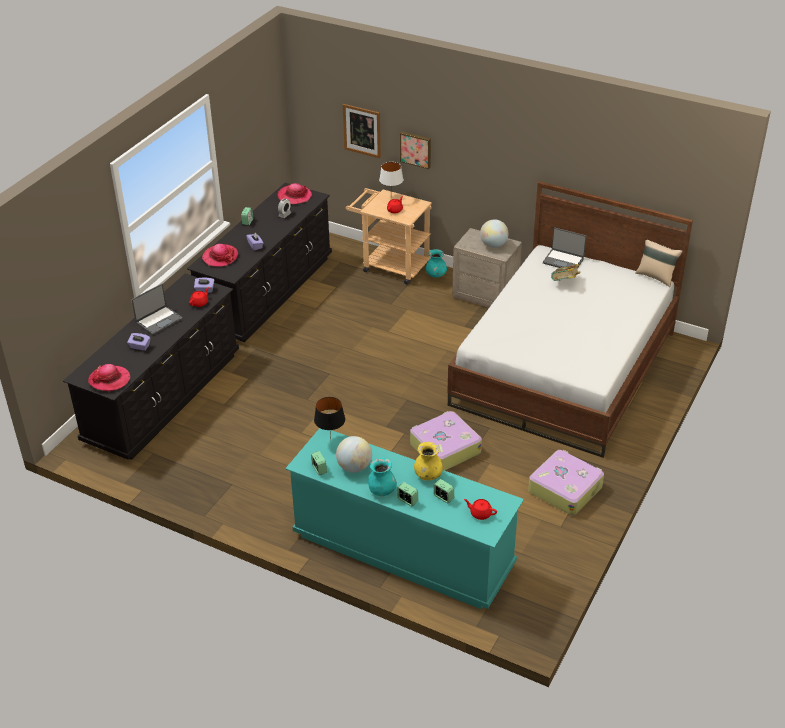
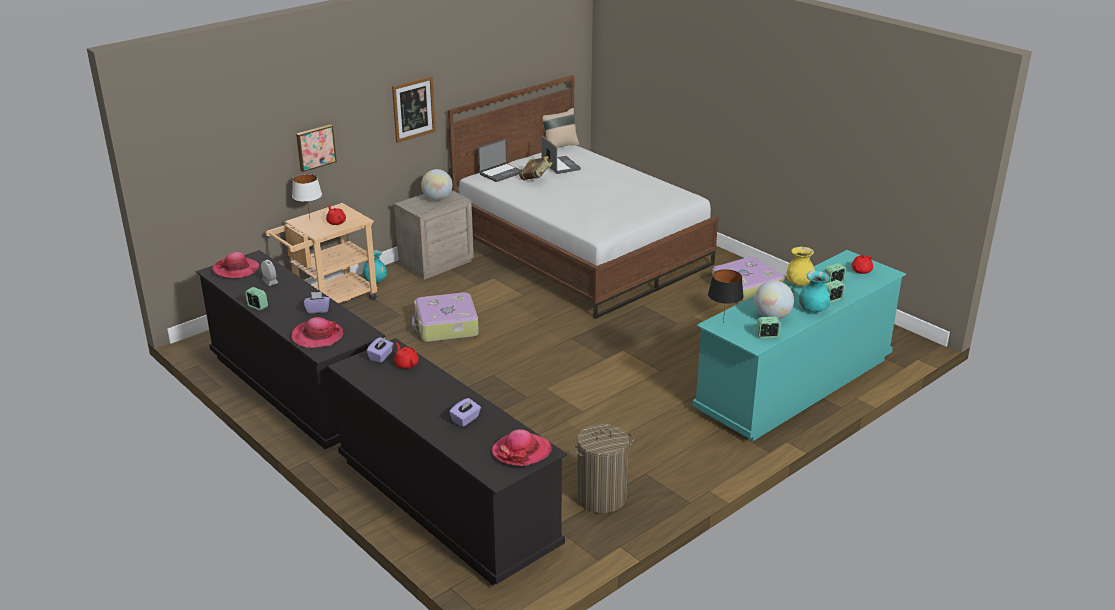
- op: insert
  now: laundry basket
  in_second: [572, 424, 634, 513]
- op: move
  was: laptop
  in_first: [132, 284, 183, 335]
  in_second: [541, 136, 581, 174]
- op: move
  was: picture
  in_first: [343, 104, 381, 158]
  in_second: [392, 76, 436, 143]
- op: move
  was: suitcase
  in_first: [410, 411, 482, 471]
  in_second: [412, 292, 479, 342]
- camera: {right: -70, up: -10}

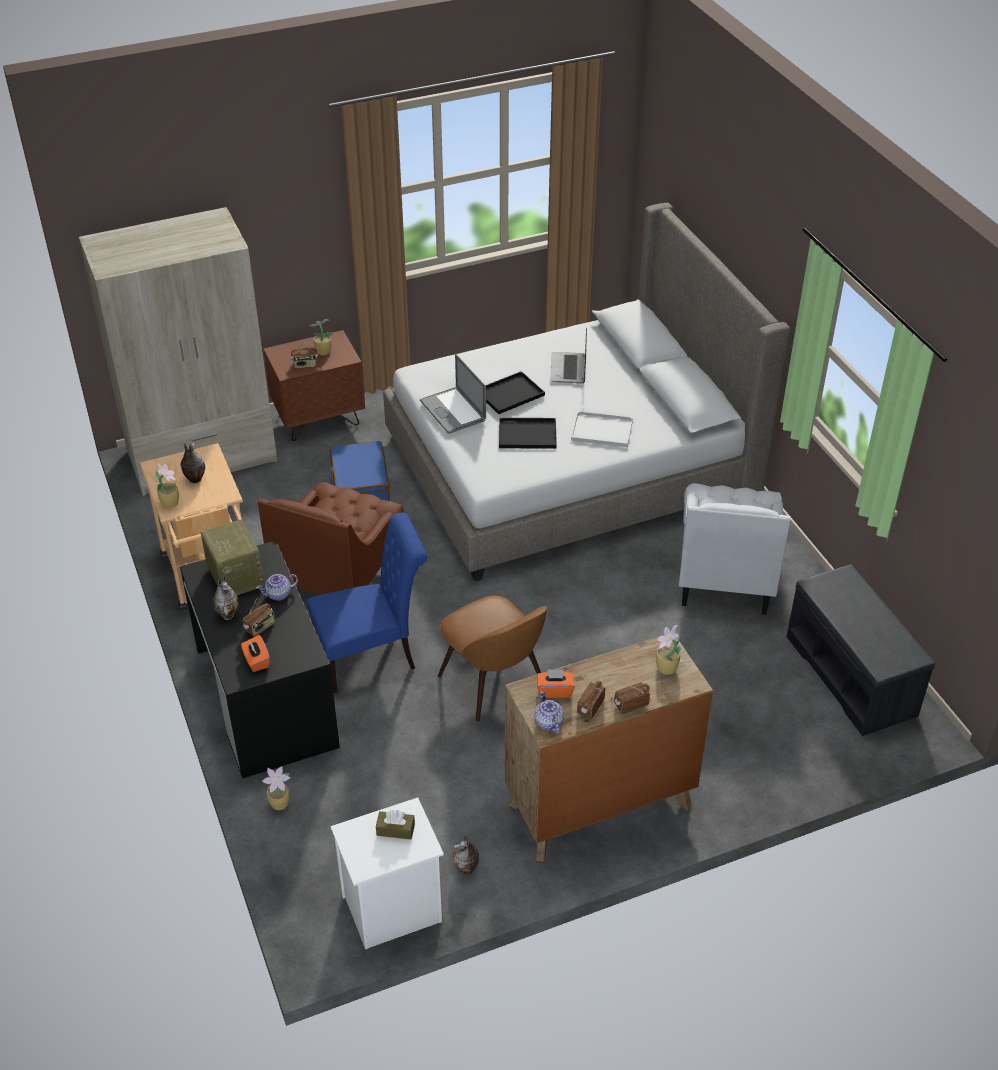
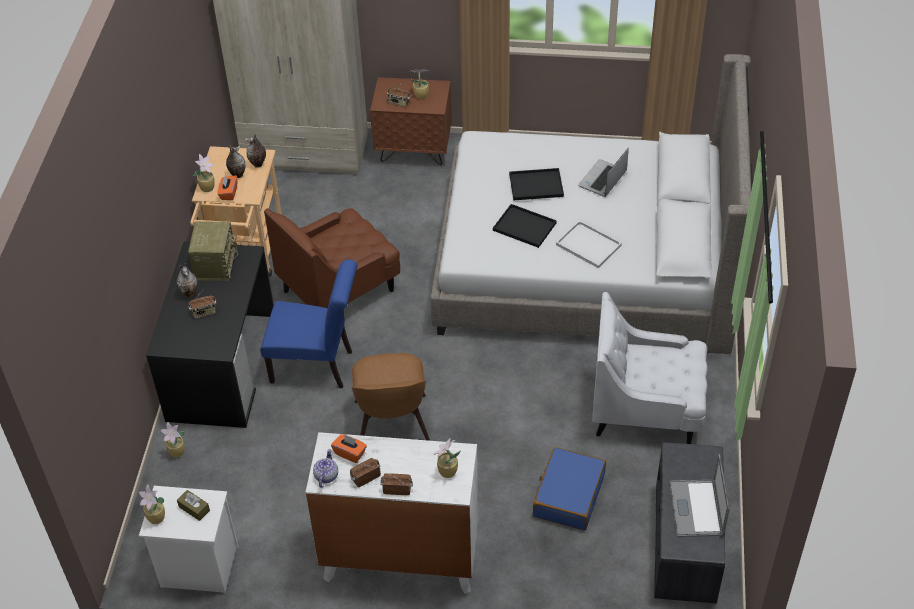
- op: delete
  was: teapot
  in_first: [256, 574, 298, 601]
- op: insert
  now: potted plant
  in_second: [139, 485, 165, 524]
- op: move
  was: tissue box (orange)
  in_first: [241, 635, 270, 672]
  in_second: [217, 175, 237, 200]
- op: move
  was: suitcase (blue)
  in_first: [329, 441, 390, 501]
  in_second: [533, 447, 606, 530]
- op: move
  was: laptop
  in_first: [420, 354, 486, 434]
  in_second: [669, 454, 729, 537]
- op: move
  was: vase
  in_first: [453, 835, 479, 875]
  in_second: [245, 133, 266, 168]
- op: recolor
  was: dresser (brown)
  now: dresser (white)
  in_first: [505, 635, 713, 862]
  in_second: [305, 432, 478, 594]
- op: rotate
  was: armchair (white)
  in_first: [679, 483, 791, 615]
  in_second: [592, 292, 707, 444]
  clockwise: 60
- camera: {right: 30, up: 5}

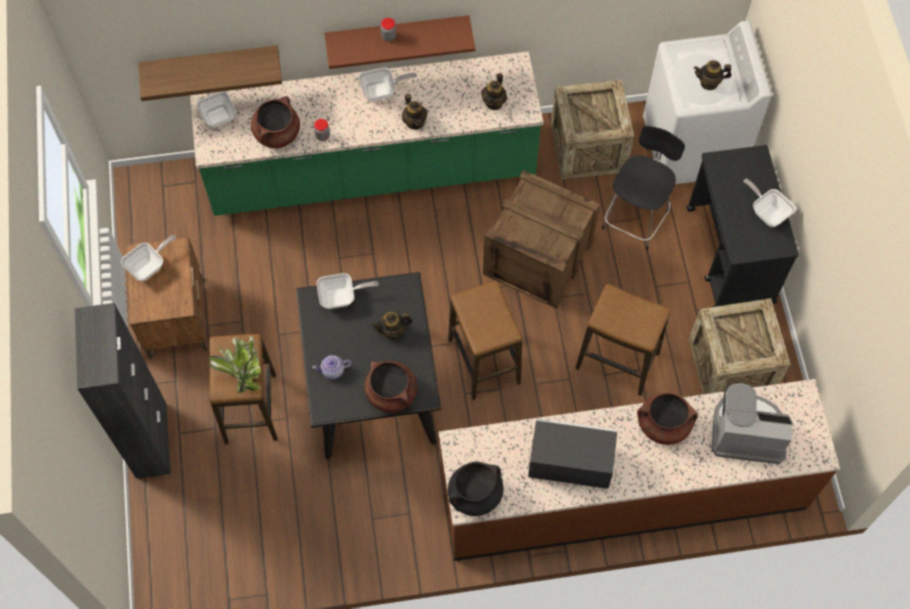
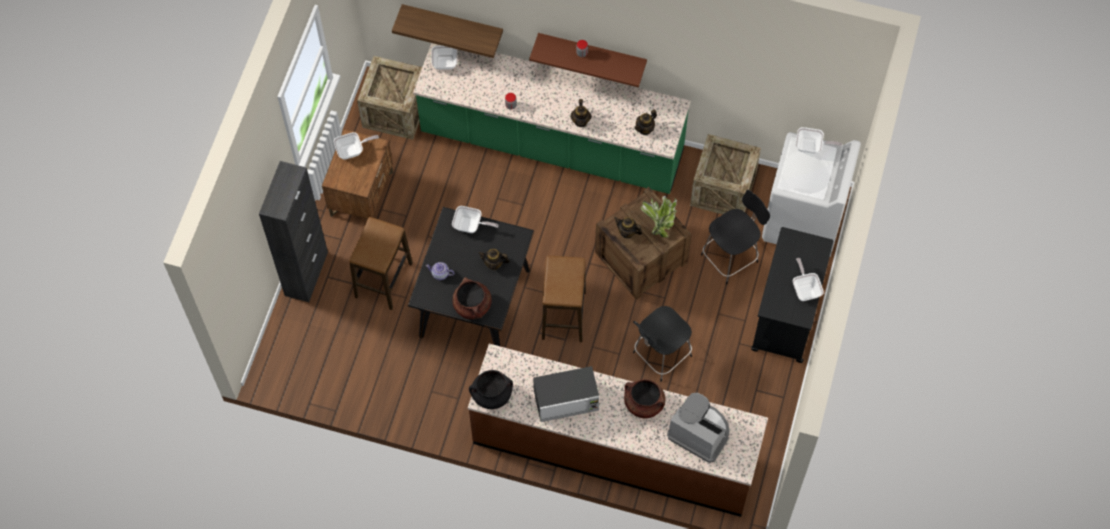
- op: delete
  was: cooking pot (brown)
  in_first: [251, 96, 300, 148]
- op: move
  was: potted plant
  in_first: [209, 336, 261, 393]
  in_second: [641, 196, 677, 238]
- op: move
  was: frying pan
  in_first: [359, 67, 417, 101]
  in_second: [796, 127, 842, 154]
- op: move
  was: crate
  in_first: [689, 298, 791, 394]
  in_second: [357, 56, 422, 140]
- op: move
  was: teapot
  in_first: [694, 60, 732, 90]
  in_second: [614, 217, 642, 239]
- op: replace
  was: stool
  now: chair (black)
  in_first: [575, 284, 671, 396]
  in_second: [633, 306, 692, 382]
- op: rotate
  was: microwave
  in_first: [528, 419, 618, 489]
  in_second: [533, 366, 599, 422]
  clockwise: 135
- camera: {right: 25, up: 0}

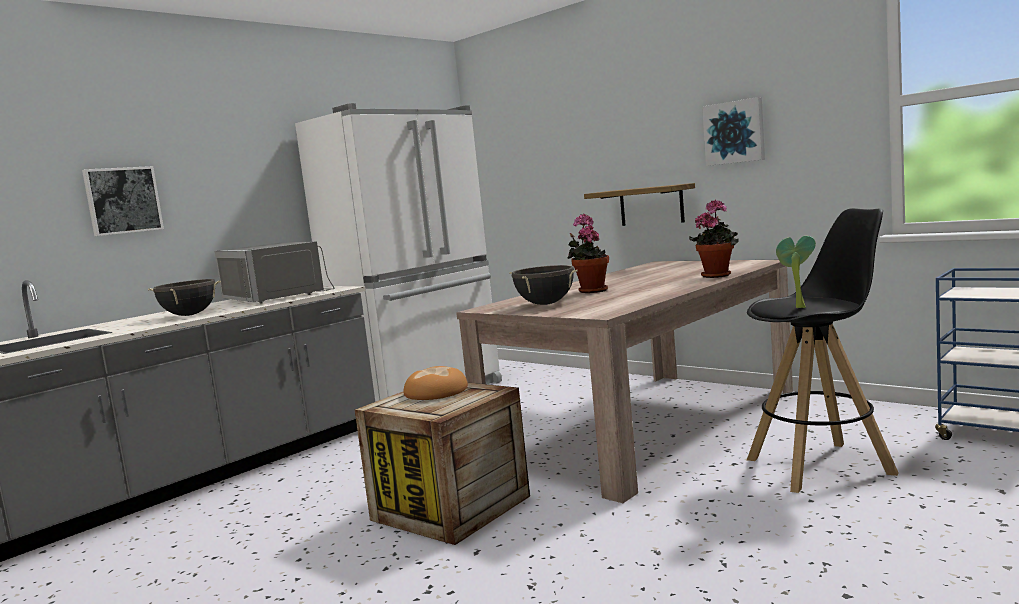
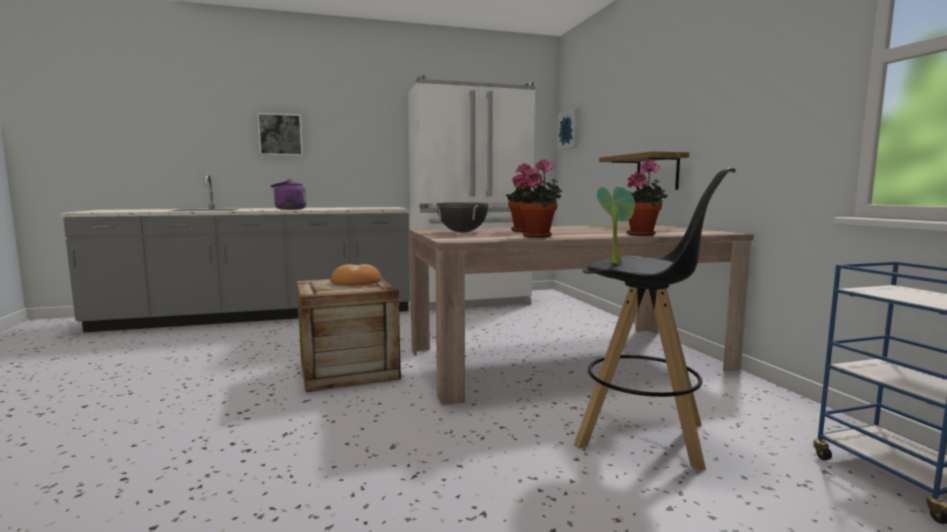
- op: delete
  was: microwave (grey)
  in_first: [215, 241, 334, 304]
- op: insert
  now: potted plant
  in_second: [520, 159, 563, 238]
- op: move
  was: picture
  in_first: [702, 97, 765, 166]
  in_second: [558, 108, 579, 150]
- op: replace
  was: cooking pot (black)
  now: kettle (purple)
  in_first: [148, 279, 221, 316]
  in_second: [270, 179, 306, 210]
- camera: {right: 30, up: 0}

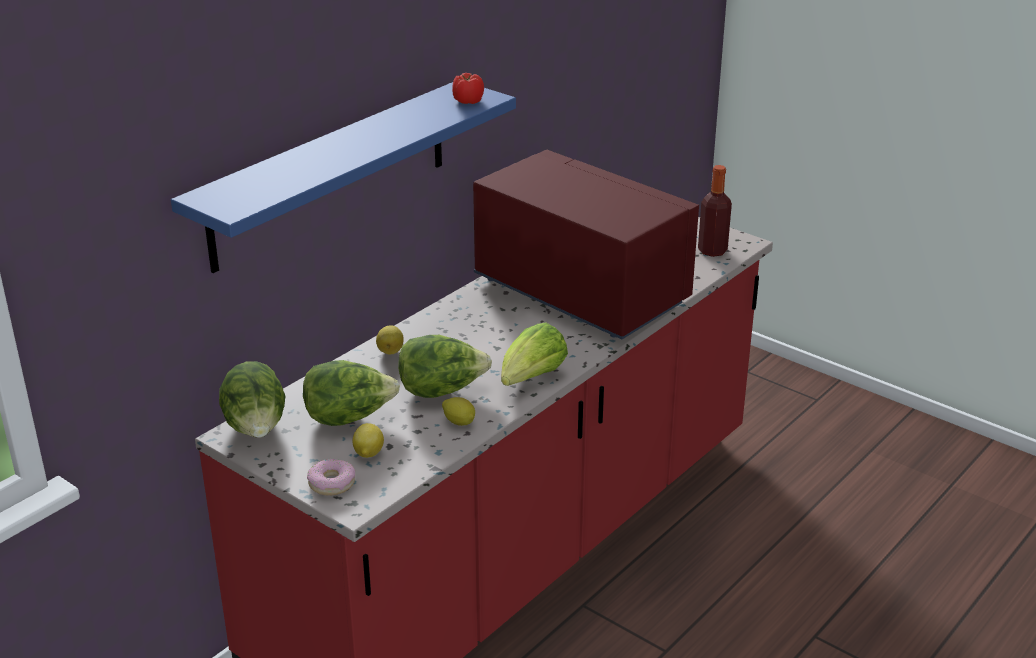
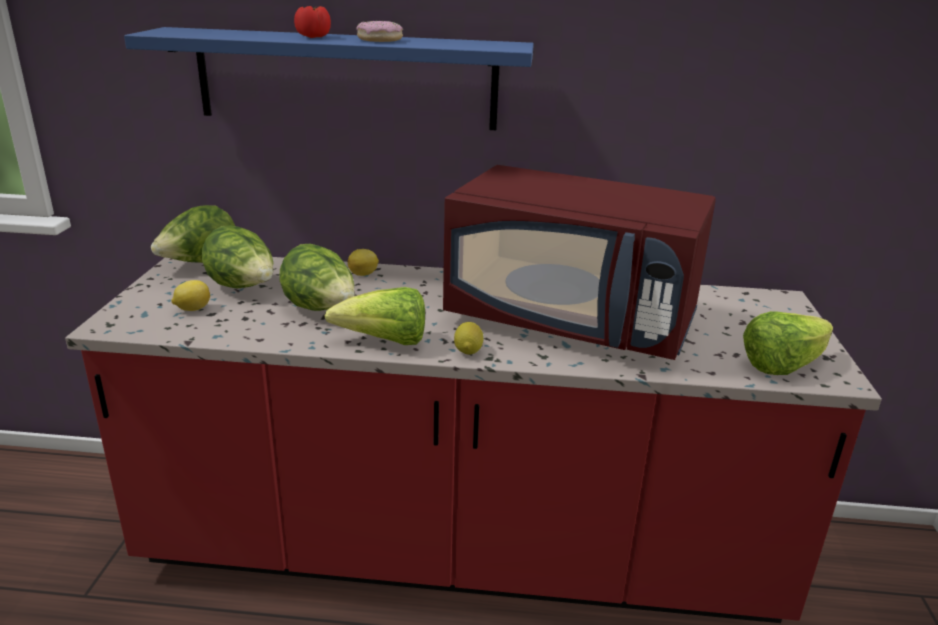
- op: move
  was: donut
  in_first: [307, 459, 355, 495]
  in_second: [357, 21, 403, 42]
- op: move
  was: lemon
  in_first: [442, 397, 475, 426]
  in_second: [454, 322, 484, 355]
- op: move
  was: tomato
  in_first: [452, 73, 484, 104]
  in_second: [294, 6, 331, 38]
- op: replace
  was: bottle
  now: lettuce
  in_first: [698, 165, 732, 257]
  in_second: [743, 311, 833, 375]
- op: rotate
  was: microwave (red)
  in_first: [473, 150, 699, 339]
  in_second: [443, 165, 716, 360]
  clockwise: 105
- camera: {right: 55, up: -5}

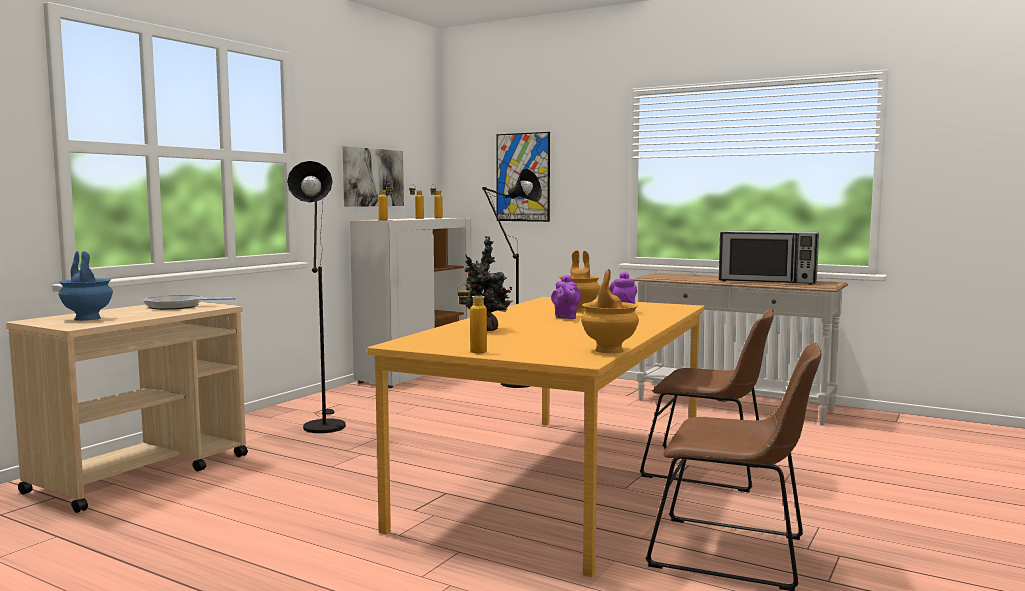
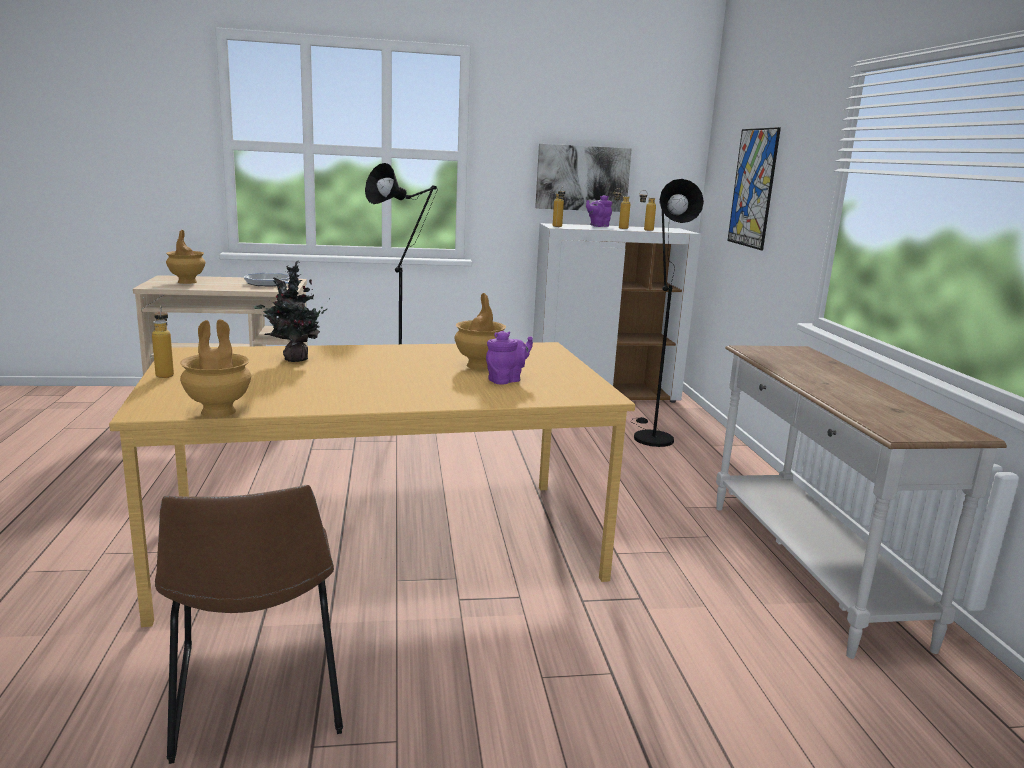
- op: delete
  was: chair (brown)
  in_first: [640, 309, 774, 493]
- op: delete
  was: microwave
  in_first: [719, 230, 819, 285]
- op: move
  was: teapot (purple)
  in_first: [551, 275, 581, 319]
  in_second: [586, 195, 612, 227]
- op: recolor
  was: vase (blue)
  now: vase (brown)
  in_first: [58, 251, 113, 321]
  in_second: [166, 230, 205, 284]
- camera: {right: 50, up: 10}

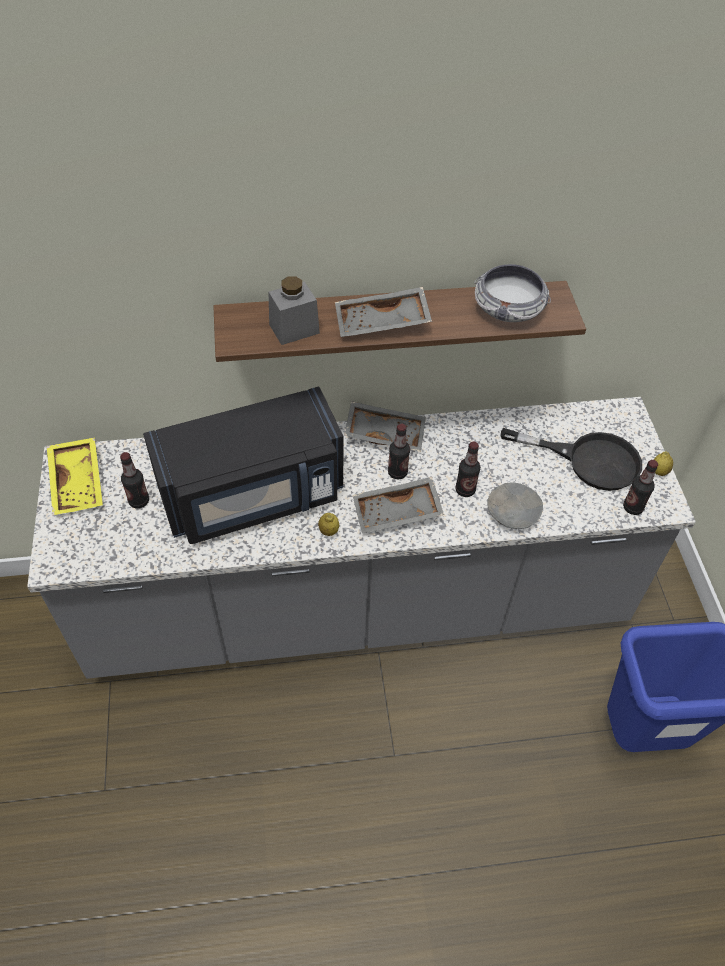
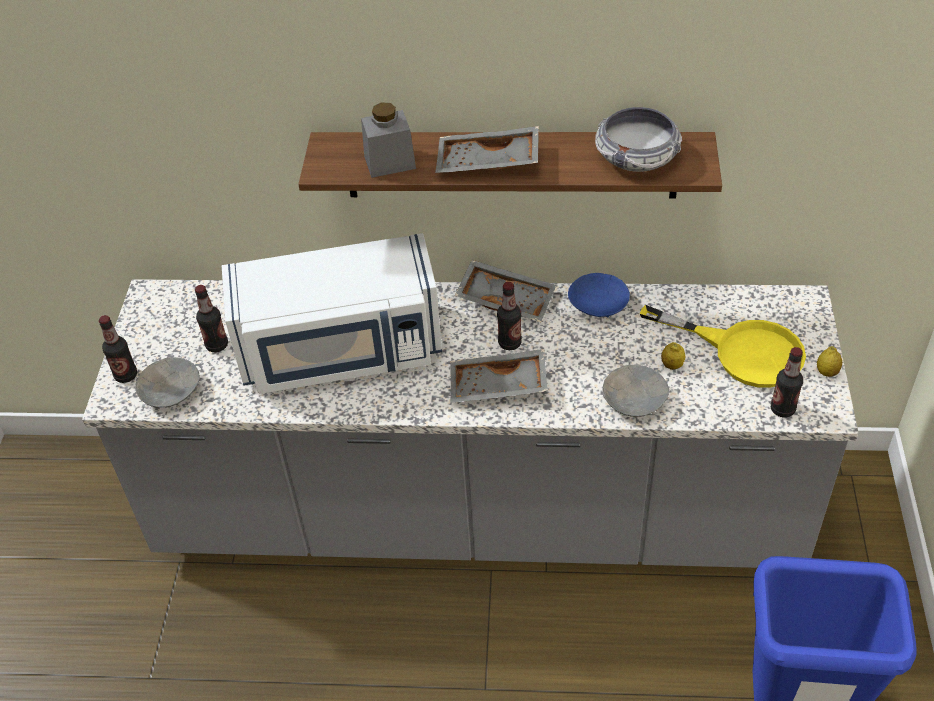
- op: delete
  was: tray (yellow)
  in_first: [47, 437, 103, 515]
- op: insert
  now: bowl (grey)
  in_second: [135, 357, 200, 408]
- op: insert
  now: bowl (blue)
  in_second: [568, 273, 630, 318]
- op: move
  was: lemon
  in_first: [318, 513, 339, 536]
  in_second: [661, 342, 685, 370]
- op: move
  was: bottle
  in_first: [455, 442, 480, 497]
  in_second: [99, 315, 137, 383]
- op: recolor
  was: microwave (black)
  now: microwave (white)
  in_first: [143, 387, 344, 544]
  in_second: [222, 233, 442, 394]
- op: recolor
  was: frying pan (black)
  now: frying pan (yellow)
  in_first: [501, 428, 642, 491]
  in_second: [640, 305, 806, 388]
- camera: {right: 15, up: -5}

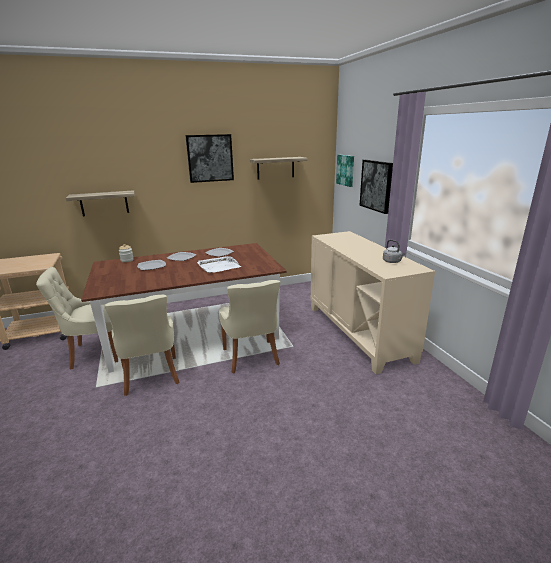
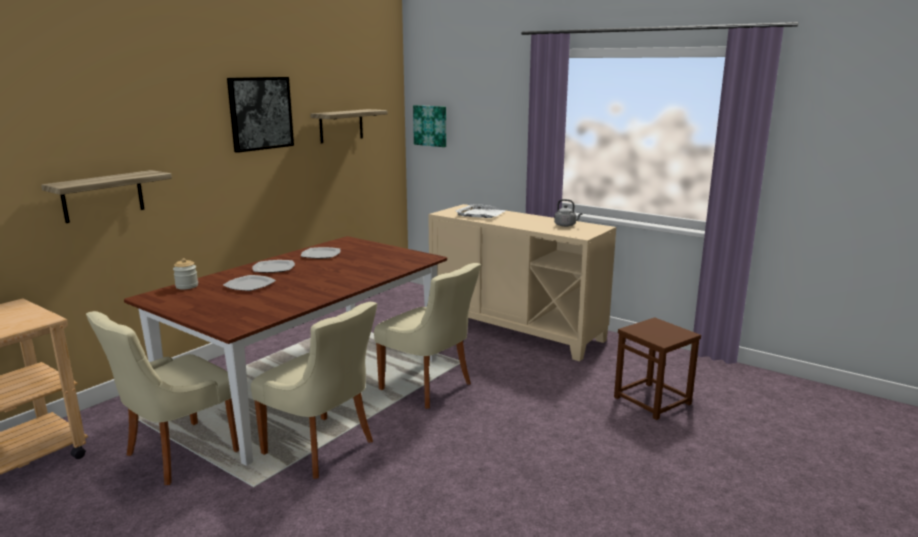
- op: delete
  was: picture
  in_first: [359, 160, 393, 214]
- op: insert
  now: stool (brown)
  in_second: [614, 317, 701, 420]
- op: move
  was: tray (white)
  in_first: [197, 256, 241, 273]
  in_second: [455, 204, 506, 218]
- camera: {right: -35, up: -5}

